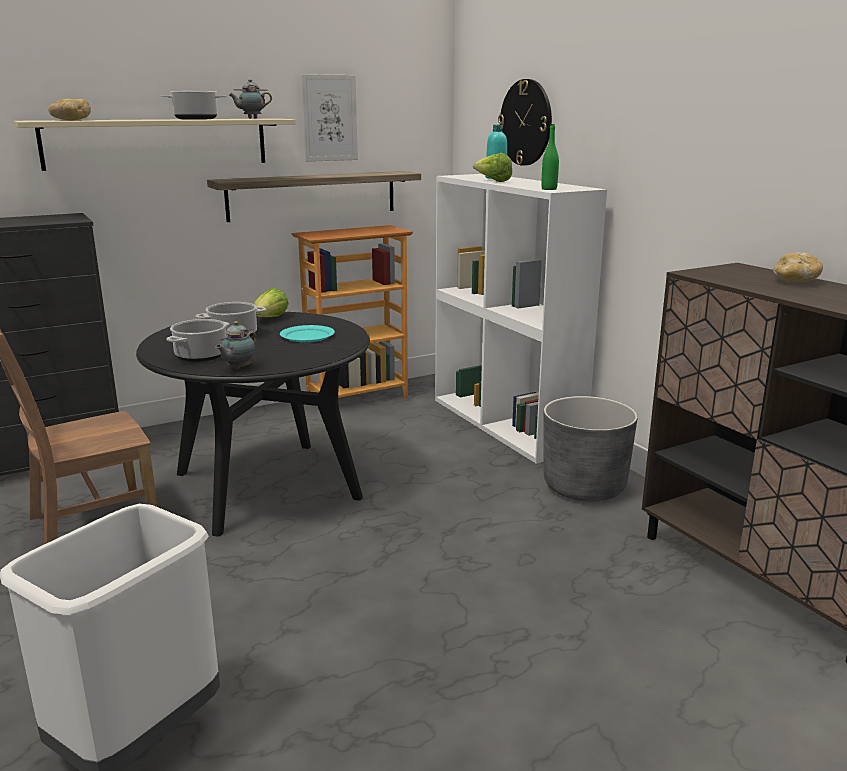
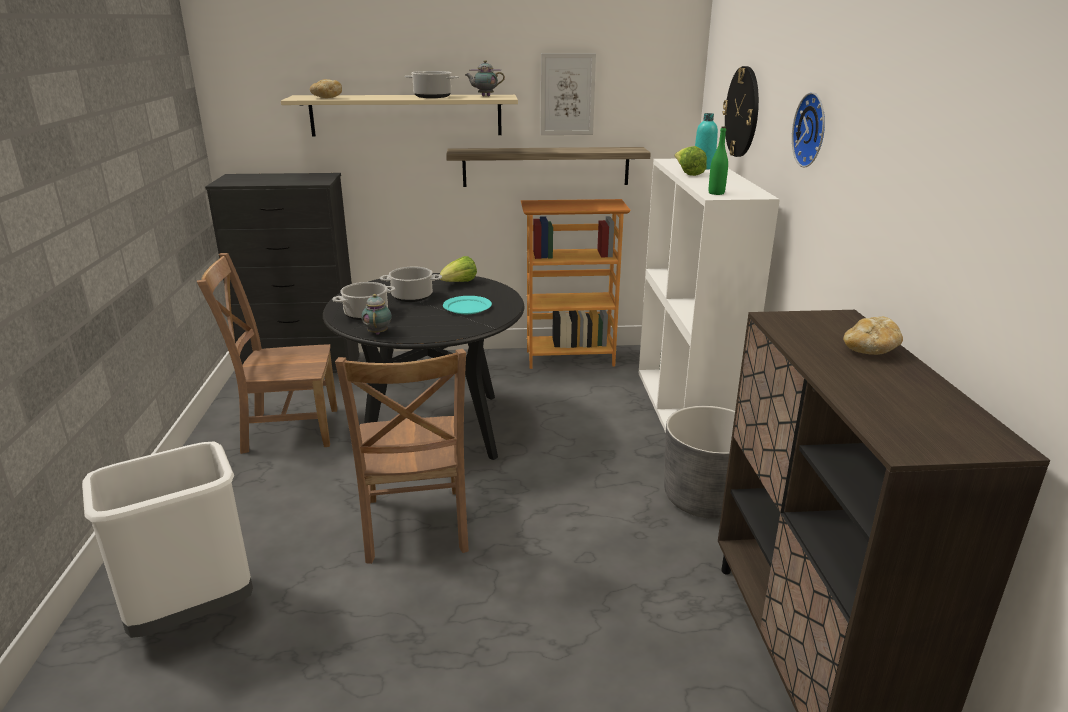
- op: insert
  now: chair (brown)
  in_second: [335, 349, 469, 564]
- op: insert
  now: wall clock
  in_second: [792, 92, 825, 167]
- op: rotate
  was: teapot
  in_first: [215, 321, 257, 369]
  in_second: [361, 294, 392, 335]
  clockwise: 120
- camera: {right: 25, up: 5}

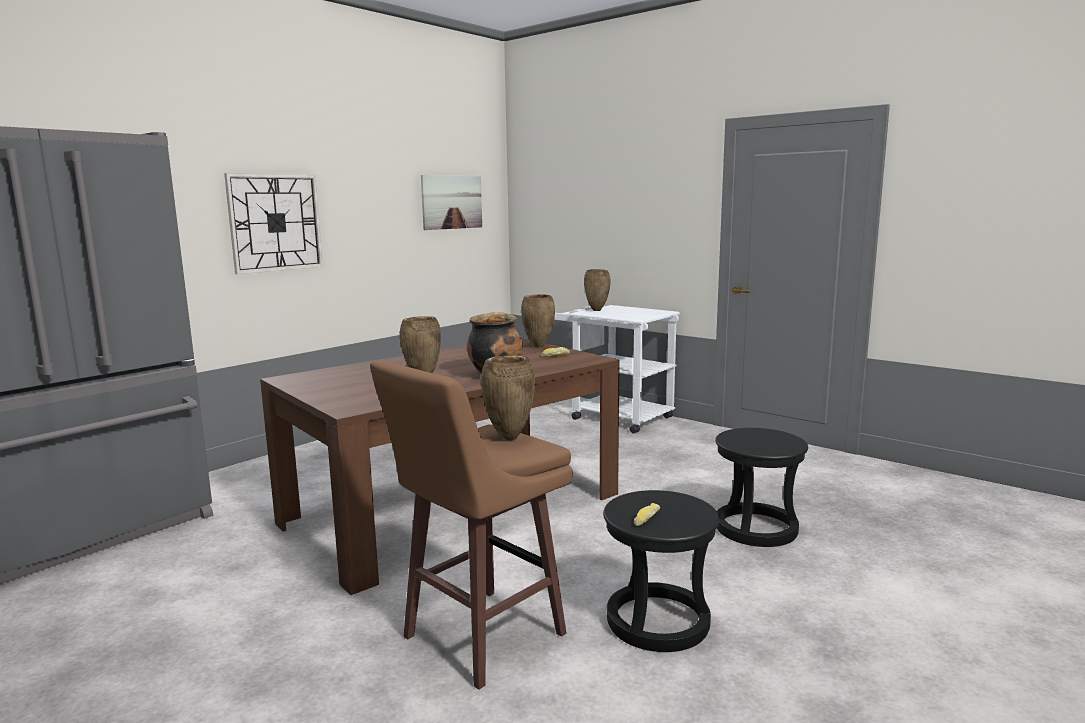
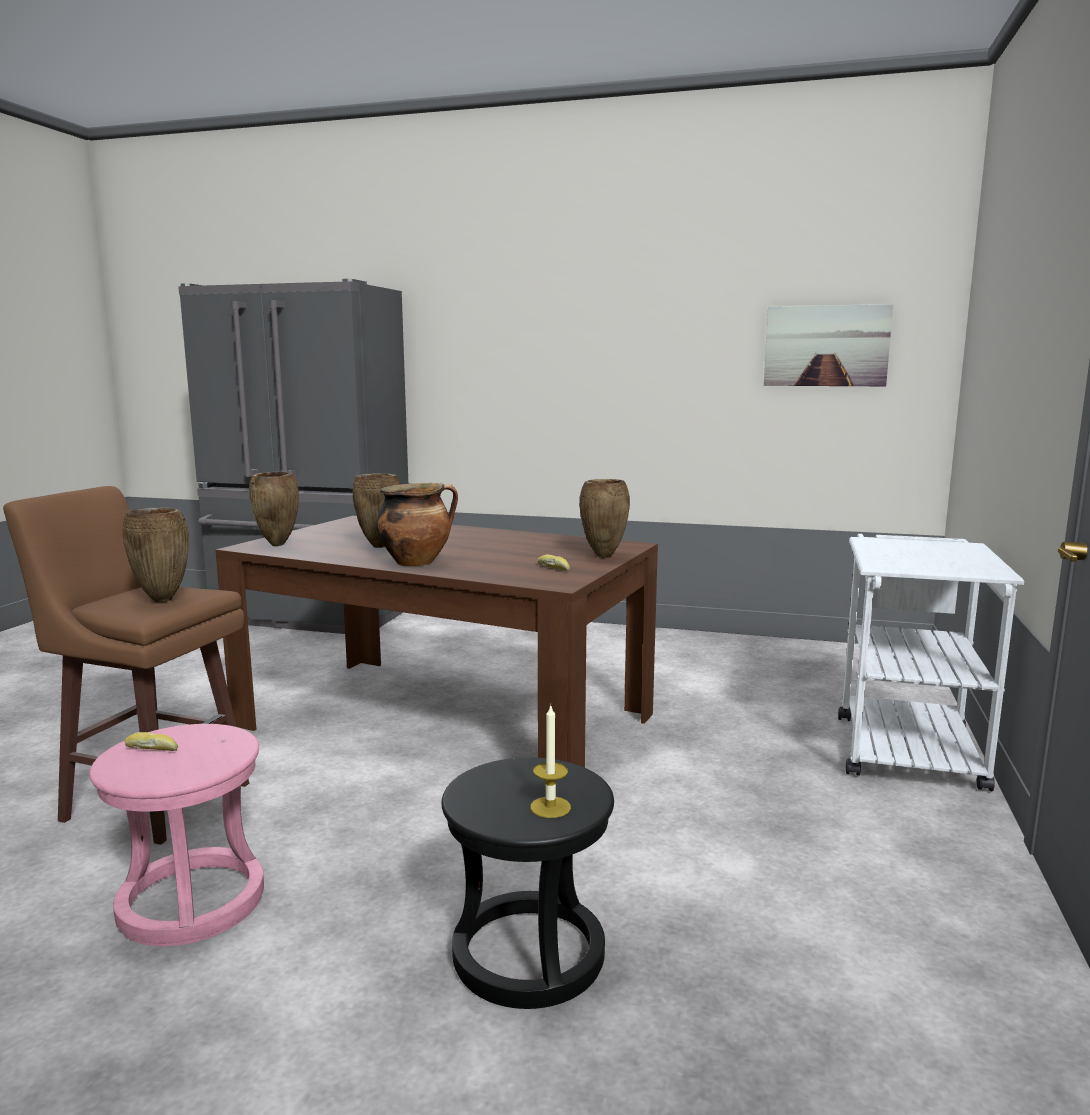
- op: delete
  was: wall clock
  in_first: [224, 173, 323, 274]
- op: insert
  now: candle
  in_second: [530, 704, 571, 818]
- op: move
  was: vase (brown)
  in_first: [584, 269, 611, 311]
  in_second: [249, 472, 299, 546]
- op: recolor
  was: stool (black)
  now: stool (pink)
  in_first: [603, 490, 719, 652]
  in_second: [89, 724, 264, 946]
- camera: {right: 65, up: 0}

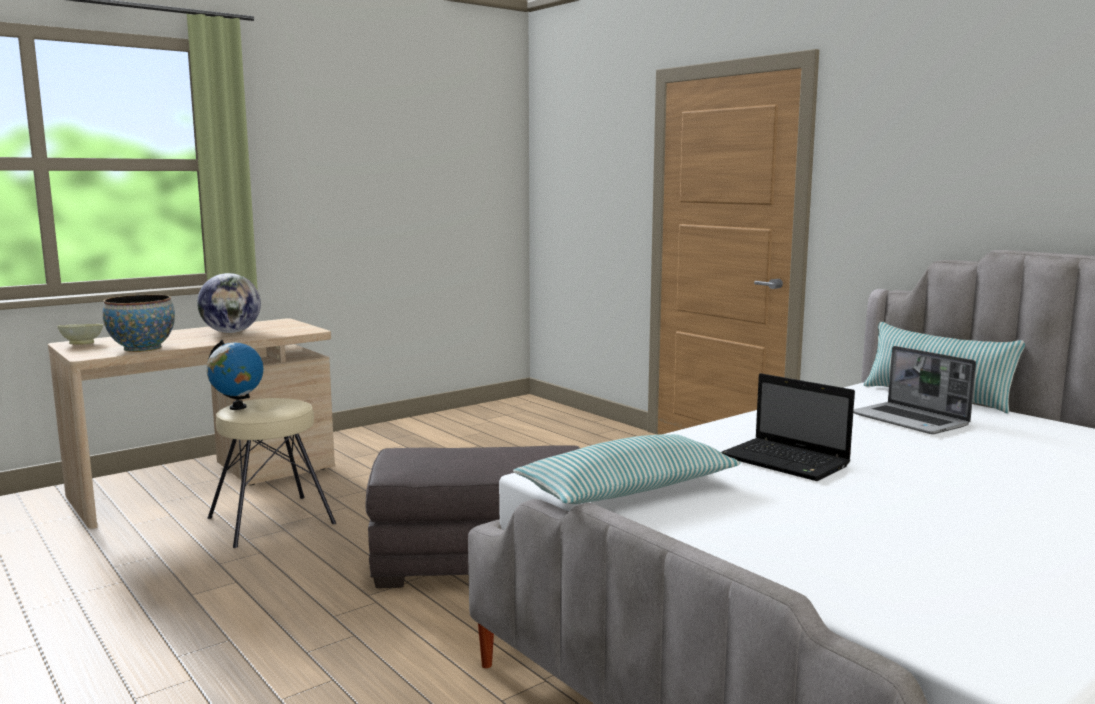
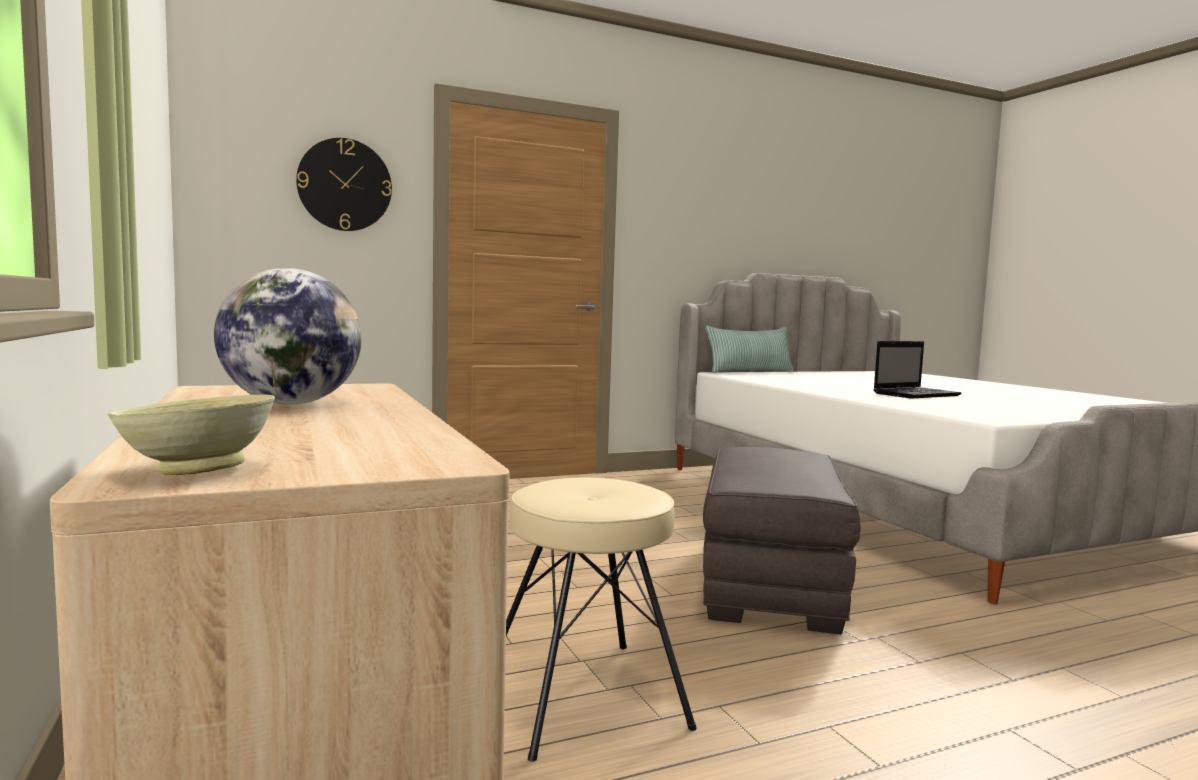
- op: delete
  was: bowl
  in_first: [103, 295, 175, 352]
- op: delete
  was: globe
  in_first: [207, 340, 263, 410]
- op: delete
  was: pillow
  in_first: [513, 434, 740, 504]
- op: delete
  was: laptop
  in_first: [853, 346, 976, 434]
- op: insert
  now: wall clock
  in_second: [296, 138, 392, 231]
- camera: {right: -75, up: -5}

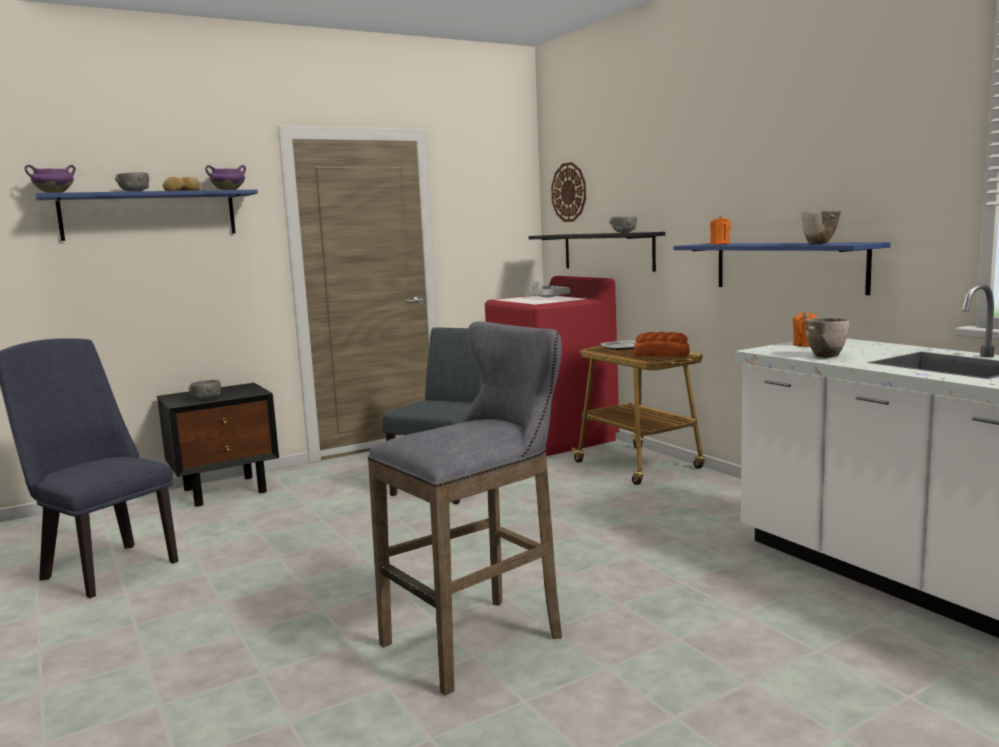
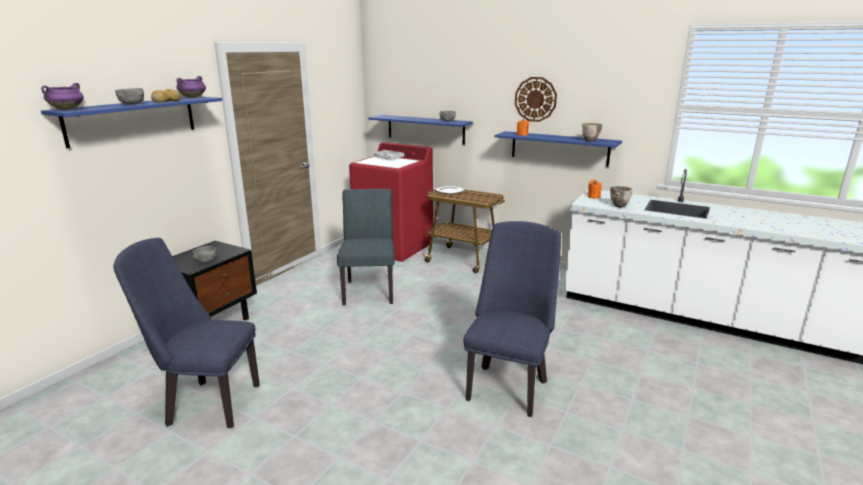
- op: delete
  was: bread
  in_first: [633, 332, 690, 356]
- op: move
  was: wall clock
  in_first: [551, 162, 586, 222]
  in_second: [515, 77, 557, 122]
- op: replace
  was: stool (grey)
  now: chair (blue)
  in_first: [368, 321, 562, 695]
  in_second: [463, 221, 561, 417]
- op: recolor
  was: shelf (black)
  now: shelf (blue)
  in_first: [529, 232, 665, 272]
  in_second: [368, 115, 473, 145]
- camera: {right: -30, up: 10}

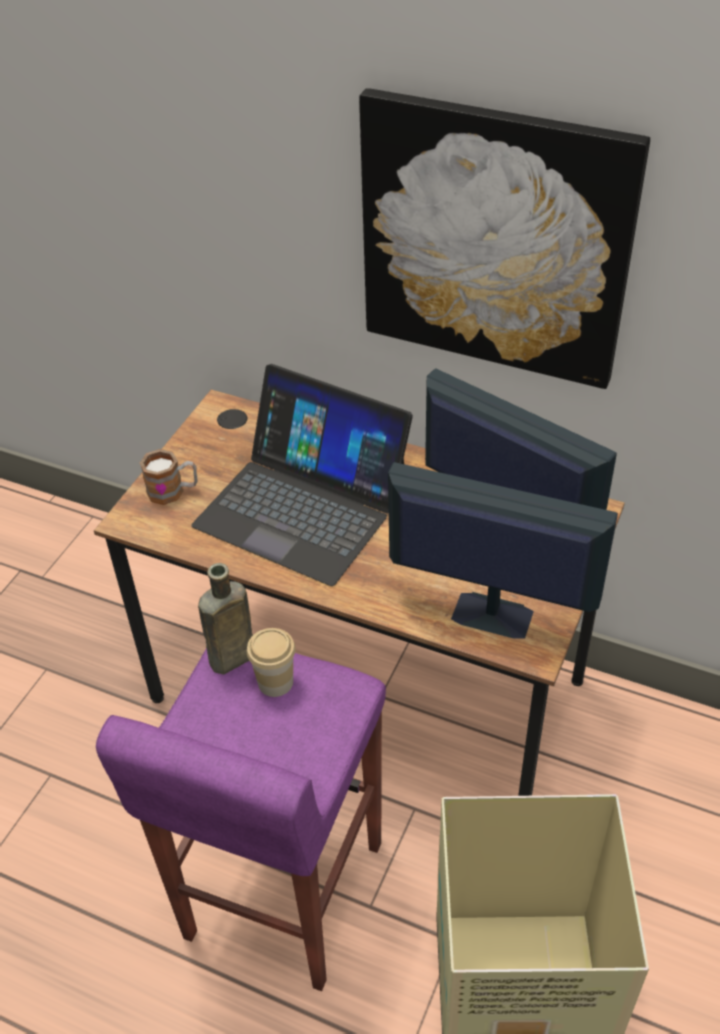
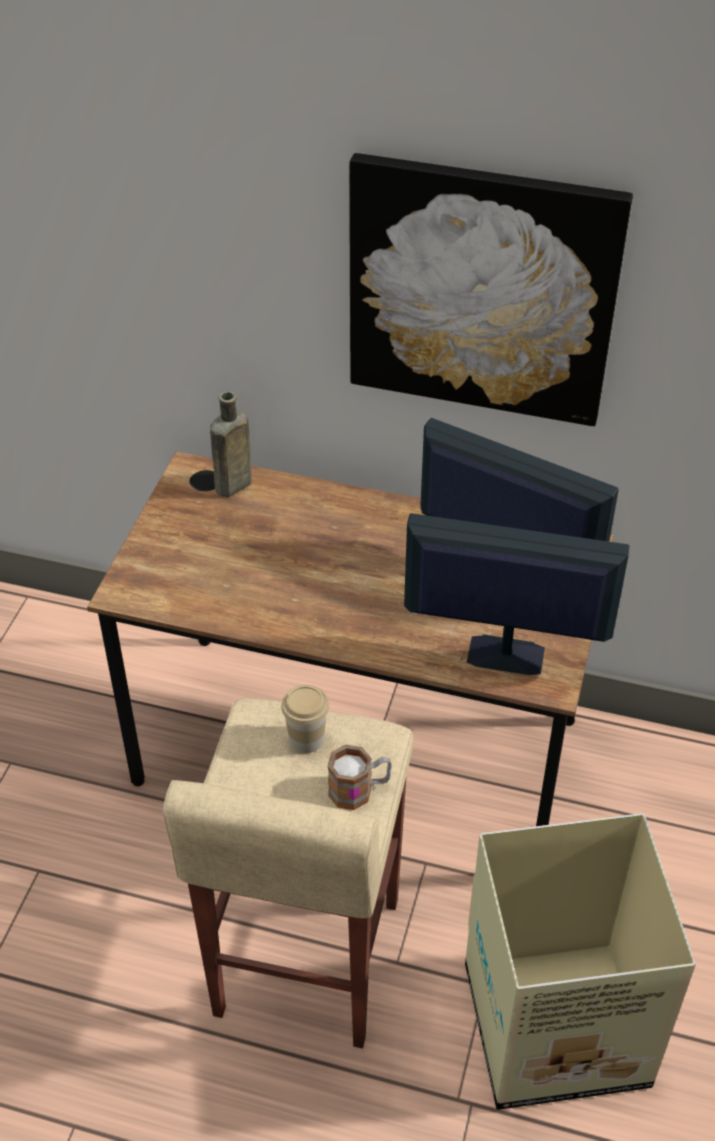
- op: delete
  was: laptop
  in_first: [191, 364, 413, 586]
- op: move
  was: mug
  in_first: [140, 449, 198, 505]
  in_second: [327, 744, 392, 810]
- op: move
  was: bottle (brown)
  in_first: [198, 563, 253, 674]
  in_second: [210, 391, 252, 497]
- op: recolor
  was: stool (purple)
  now: stool (beige)
  in_first: [96, 648, 386, 991]
  in_second: [163, 698, 413, 1048]
- camera: {right: -10, up: 0}

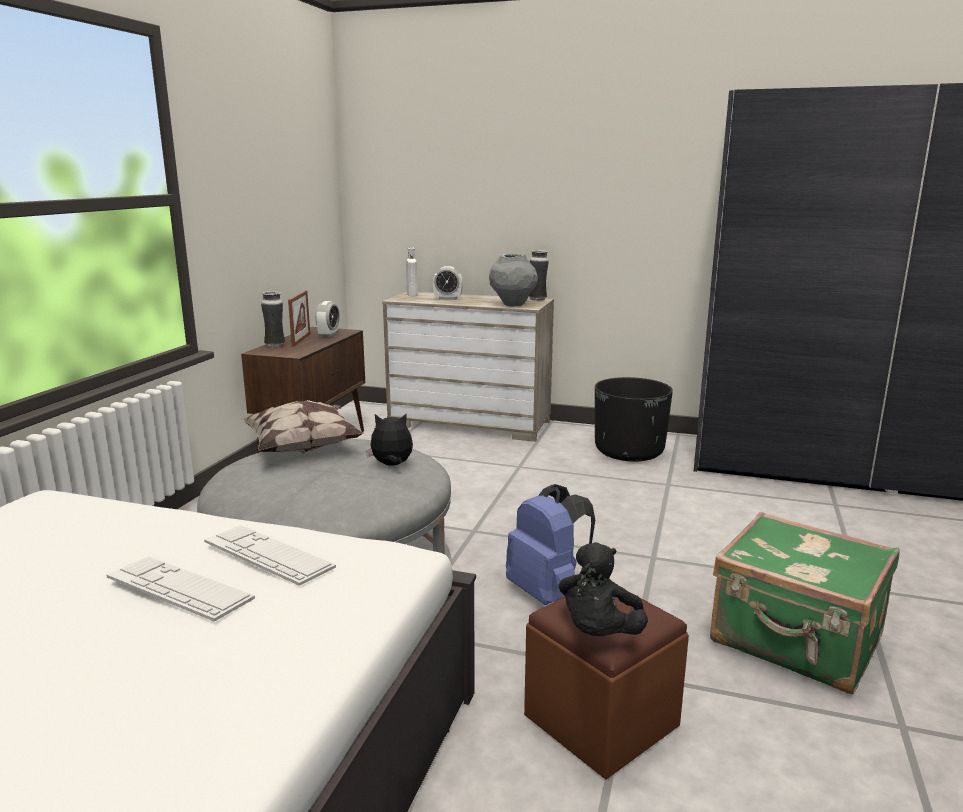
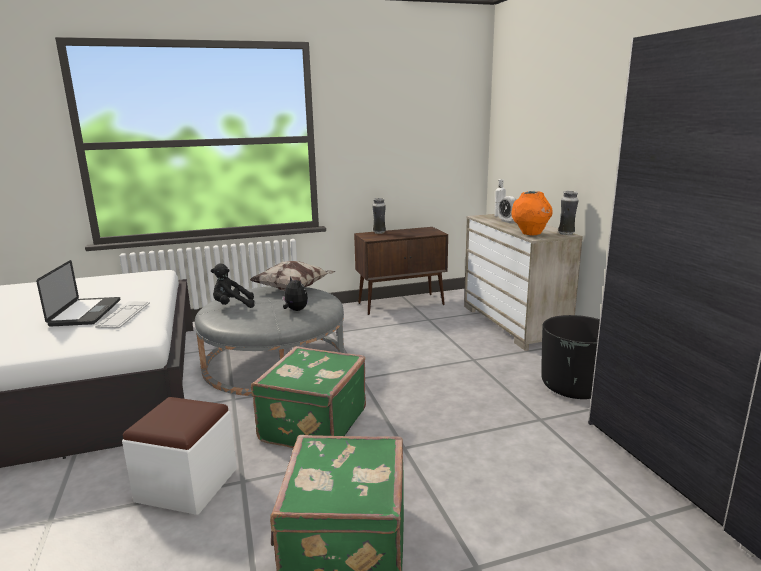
- op: delete
  was: picture frame
  in_first: [288, 290, 310, 347]
- op: delete
  was: alarm clock
  in_first: [315, 301, 340, 337]
- op: move
  was: plush toy (black)
  in_first: [559, 542, 648, 636]
  in_second: [211, 264, 254, 308]
- op: replace
  was: keyboard
  now: laptop
  in_first: [107, 556, 255, 622]
  in_second: [36, 260, 120, 327]
- op: replace
  was: backpack (blue)
  now: suitcase (green)
  in_first: [506, 484, 595, 605]
  in_second: [251, 346, 366, 448]
- op: recolor
  was: vase (grey)
  now: vase (orange)
  in_first: [489, 254, 538, 306]
  in_second: [511, 191, 553, 235]
- op: recolor
  was: ottoman (brown)
  now: ottoman (white)
  in_first: [524, 591, 689, 779]
  in_second: [122, 397, 237, 515]
- camera: {right: 55, up: 0}

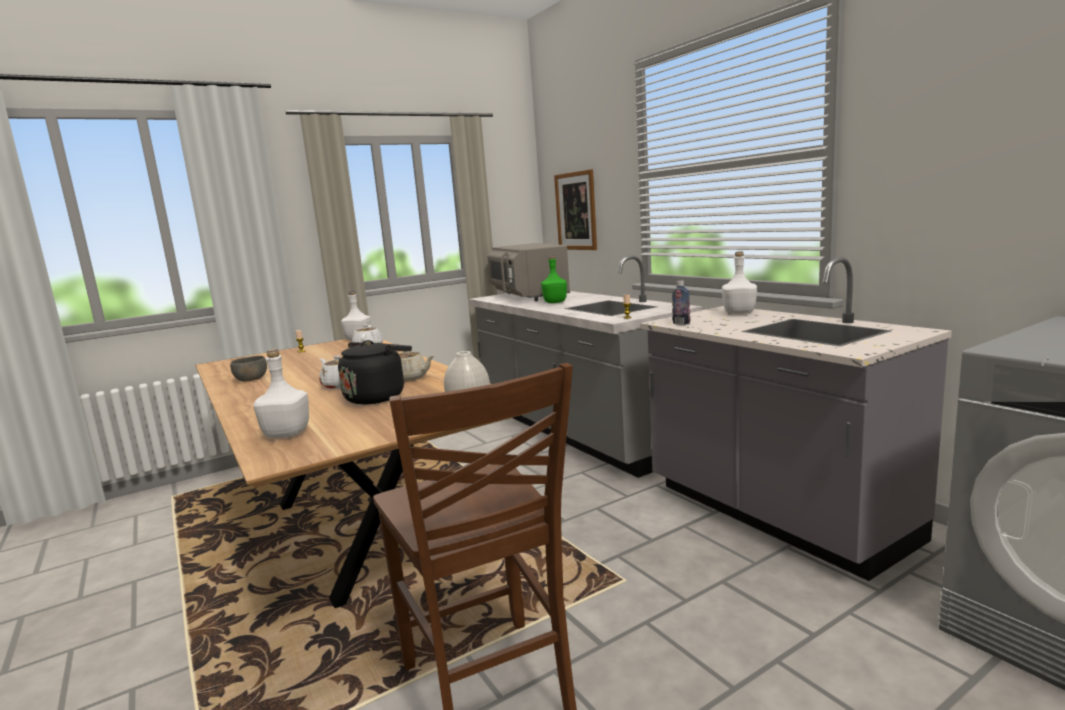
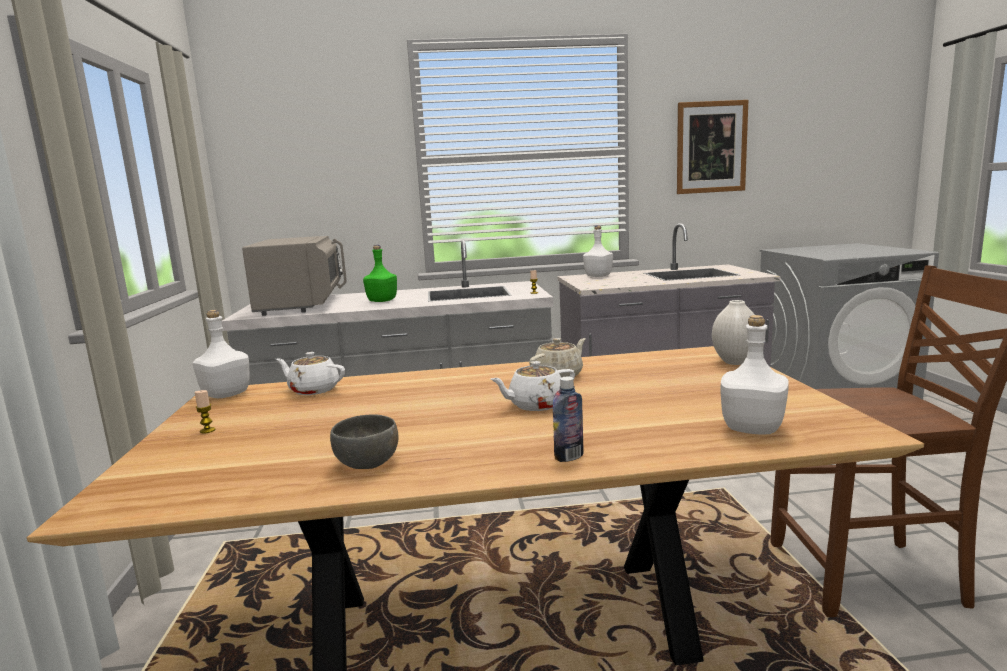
- op: delete
  was: kettle (black)
  in_first: [338, 340, 412, 405]
- op: move
  was: picture
  in_first: [554, 169, 597, 250]
  in_second: [677, 100, 748, 194]
- op: move
  was: bottle
  in_first: [672, 281, 690, 325]
  in_second: [553, 376, 583, 462]
- op: rotate
  was: microwave (grey)
  in_first: [487, 243, 570, 301]
  in_second: [242, 236, 347, 316]
  clockwise: -105
- camera: {right: -65, up: 0}

